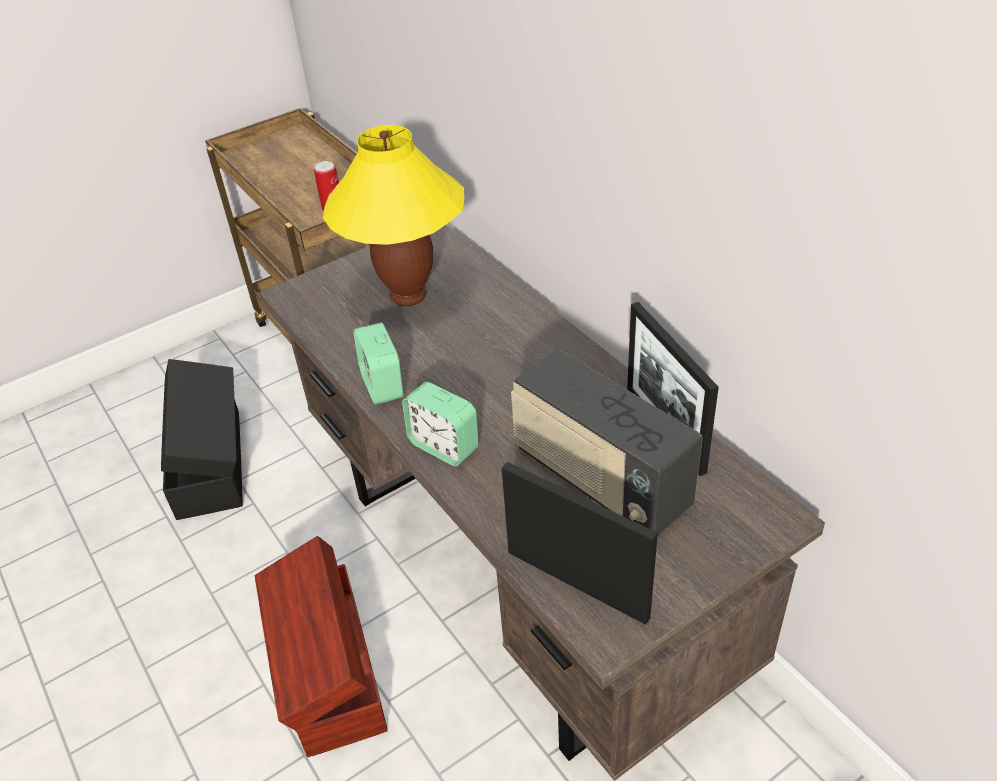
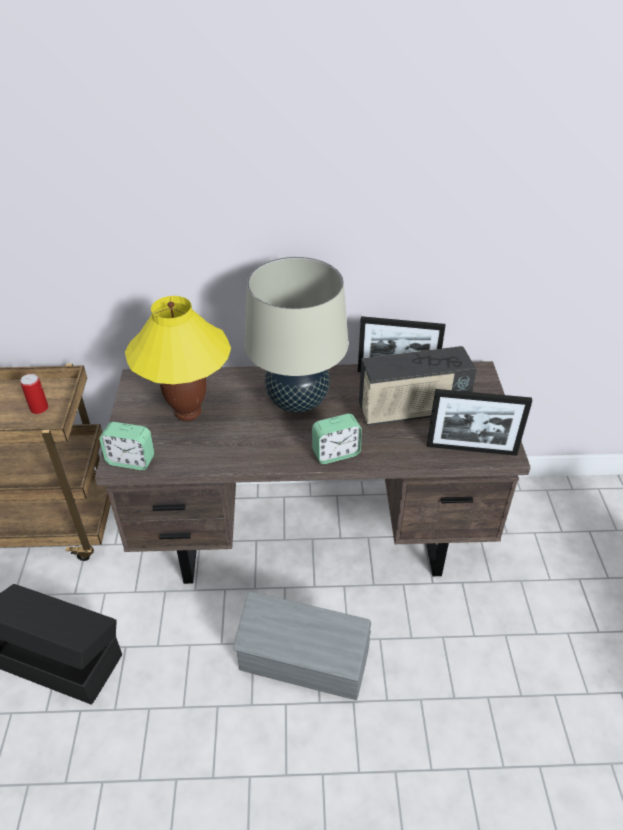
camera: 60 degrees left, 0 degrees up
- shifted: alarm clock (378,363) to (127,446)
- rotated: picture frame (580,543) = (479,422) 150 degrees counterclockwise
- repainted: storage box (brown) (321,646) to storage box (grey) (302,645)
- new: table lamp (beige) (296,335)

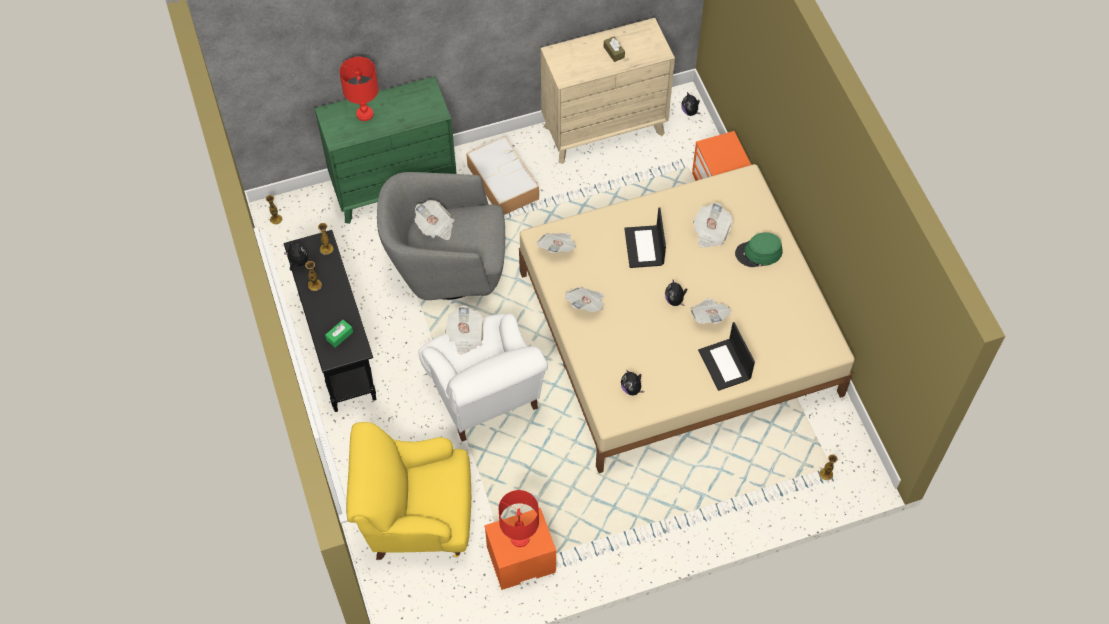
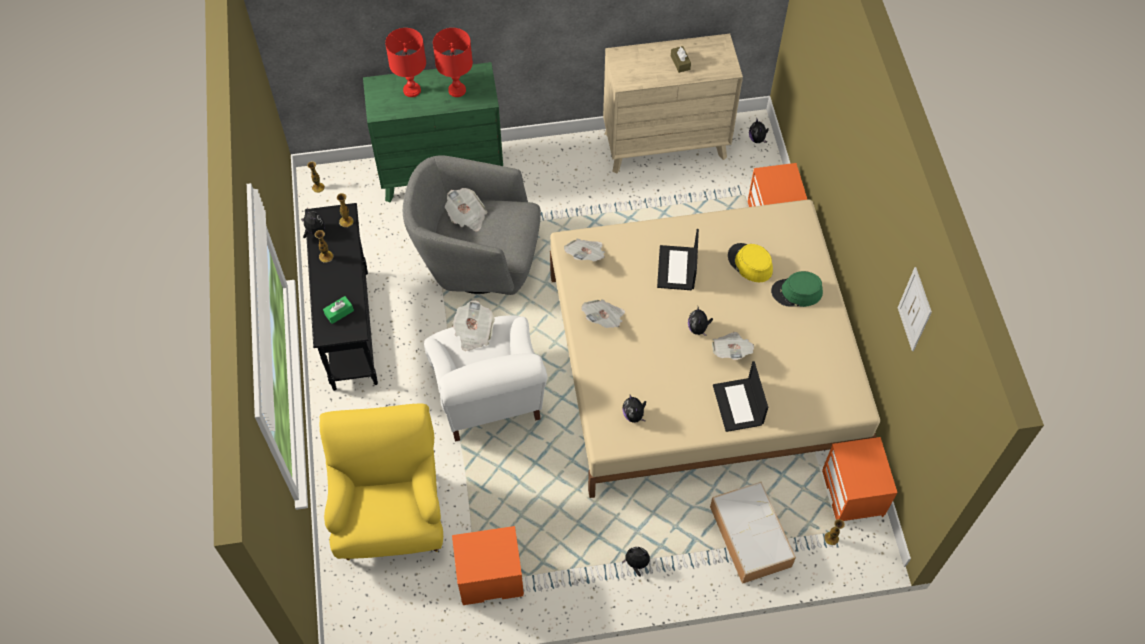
camera: 10 degrees right, 0 degrees up
- shifted: storage box (502,175) to (753,533)
- swapped: newspaper (713,225) to hat (yellow) (750,262)
- rotated: armchair (yellow) (408,491) = (381,482) 75 degrees clockwise
- shifted: table lamp (red) (519,518) to (453,62)
- new: picture (915,309)
- new: nightstand (orange) (860,479)
- new: plush toy (636,562)

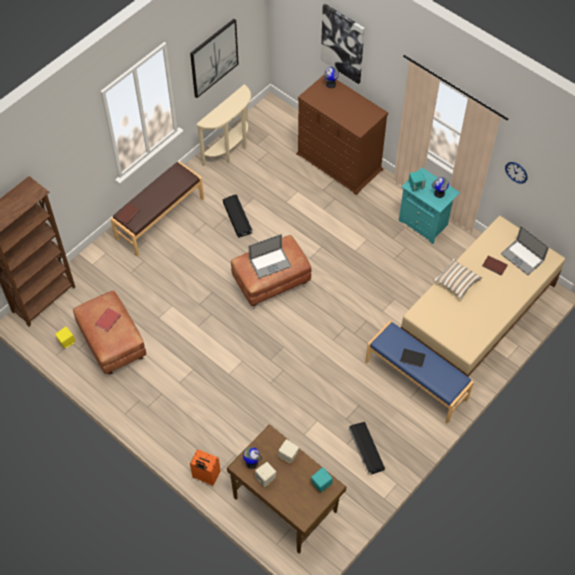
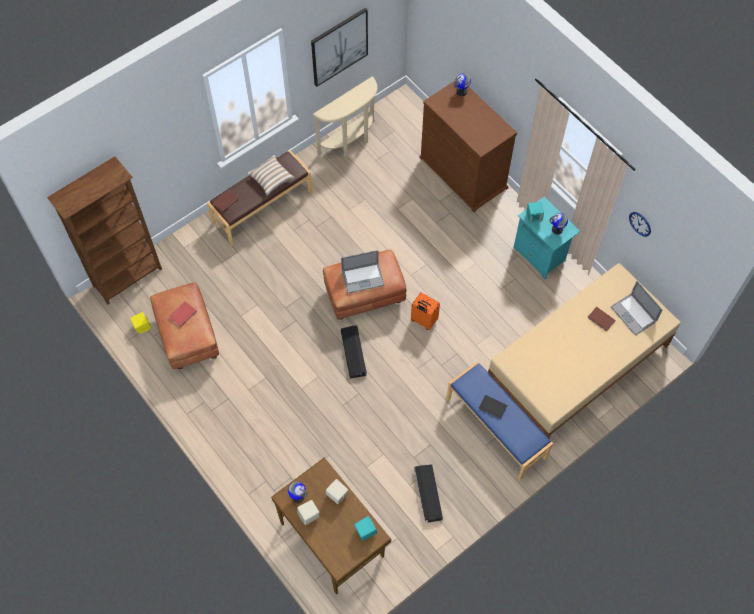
camera: 10 degrees right, 5 degrees up
- gone: picture (343,44)
- shifted: storage box (black) (237,216) to (354,352)
- shifted: pillow (458,278) to (271,175)
- shifted: suitcase (orange) (205,467) to (425,311)

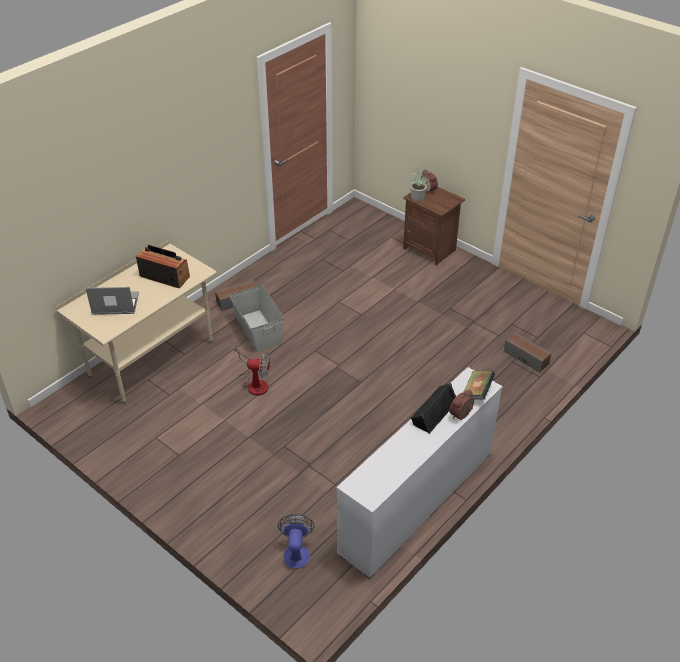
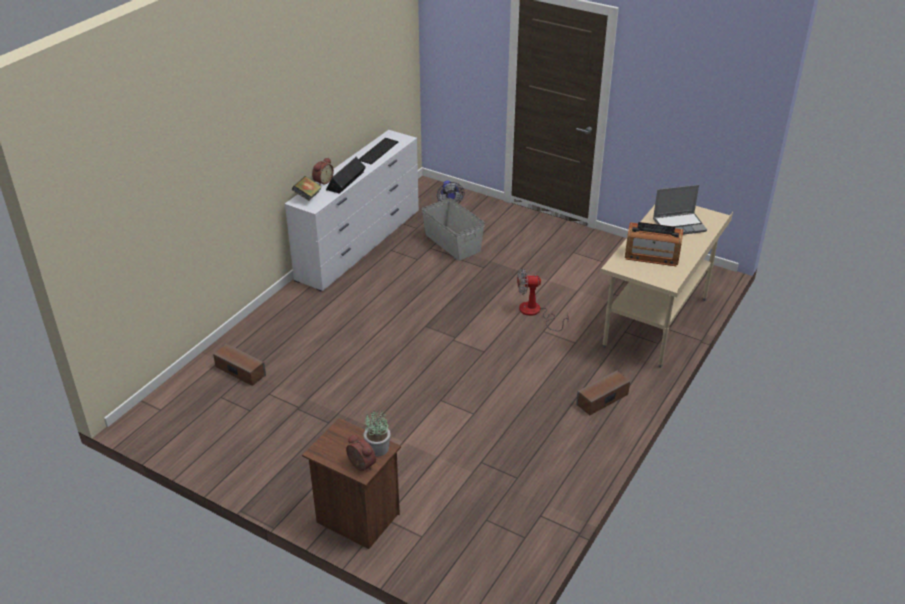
camera: 170 degrees right, 5 degrees down
- shifted: storage box (grey) (257,318) to (453,229)
- new: keyboard (378,151)

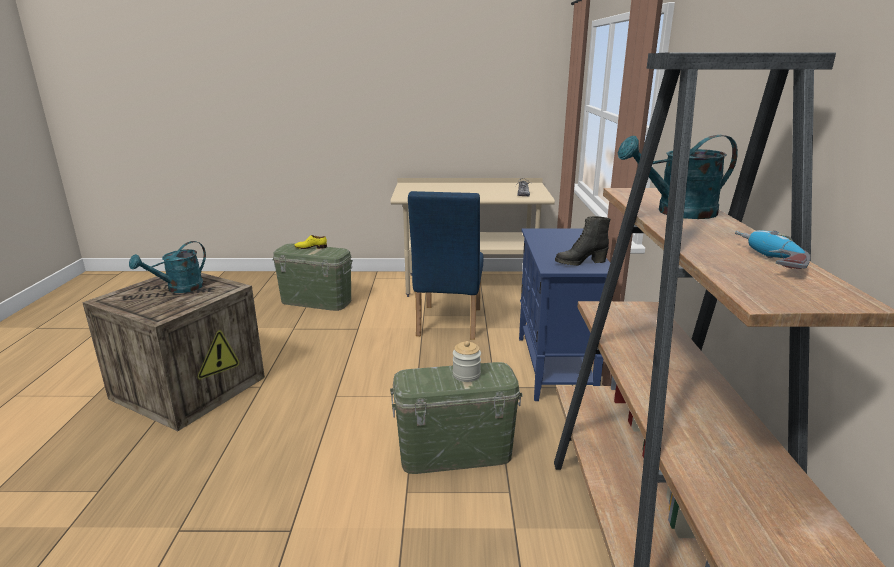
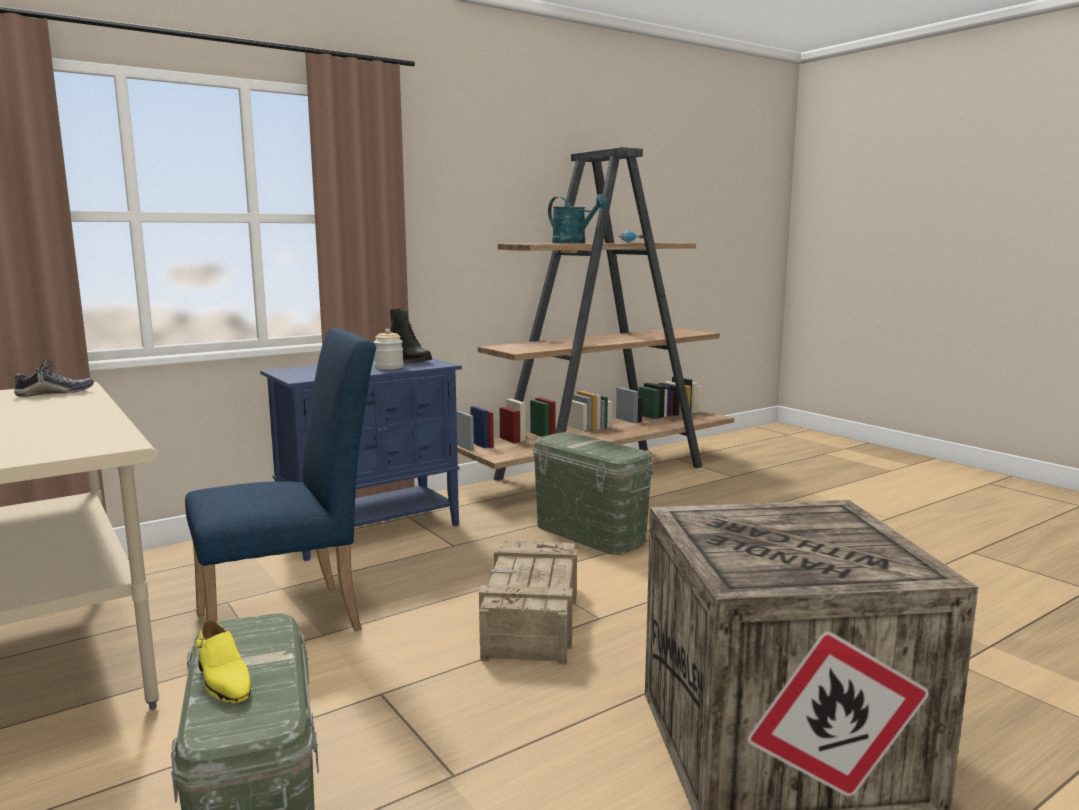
camera: 125 degrees left, 10 degrees down
- gone: watering can (turquoise) (167,267)
- shifted: jar (467,361) to (389,349)
- new: crate (528,603)

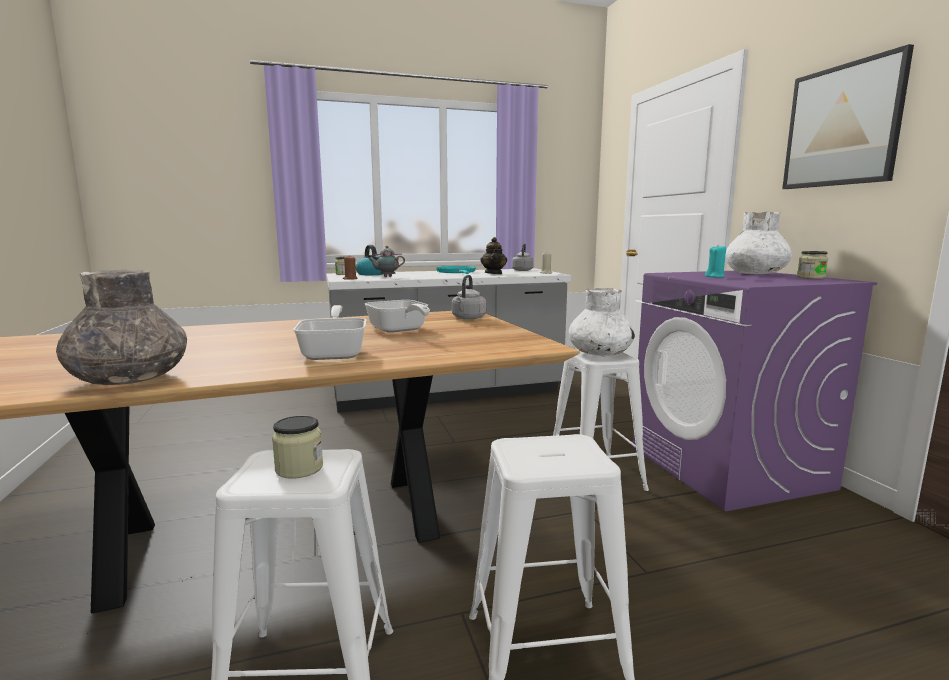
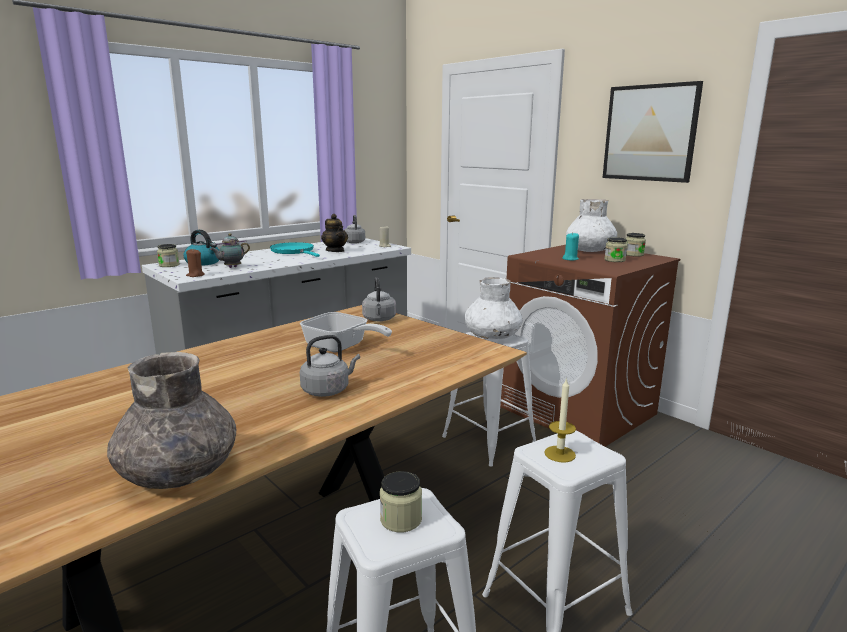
camera: 25 degrees left, 5 degrees up
- repainted: washing machine (purple) (754,391) to washing machine (brown) (590,346)
- swapped: frying pan (329,332) to kettle (grey) (330,366)
- new: jar (615,249)
- new: candle (560,420)

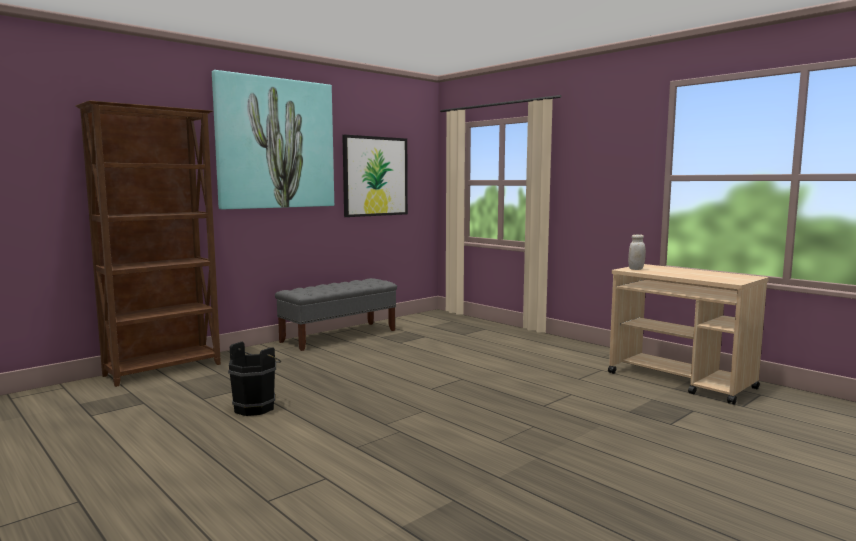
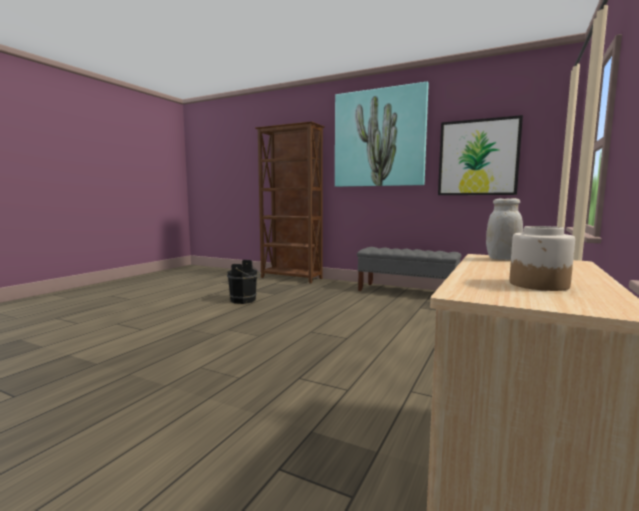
camera: 70 degrees right, 0 degrees up
- new: jar (542,258)

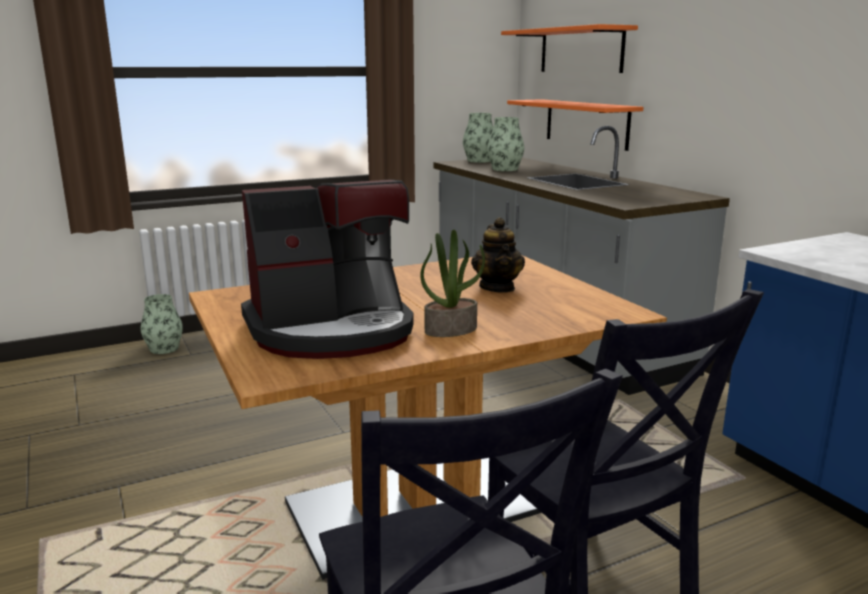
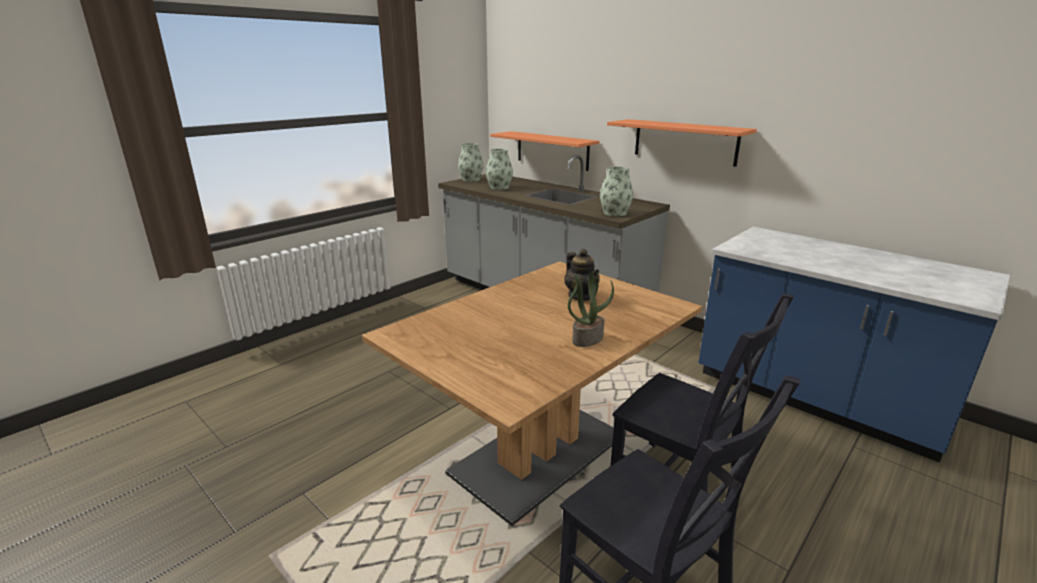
camera: 20 degrees left, 5 degrees up
- shifted: shelf (orange) (569,48) to (682,143)
- gone: coffee machine (327,269)
- shifted: vase (161,324) to (616,191)

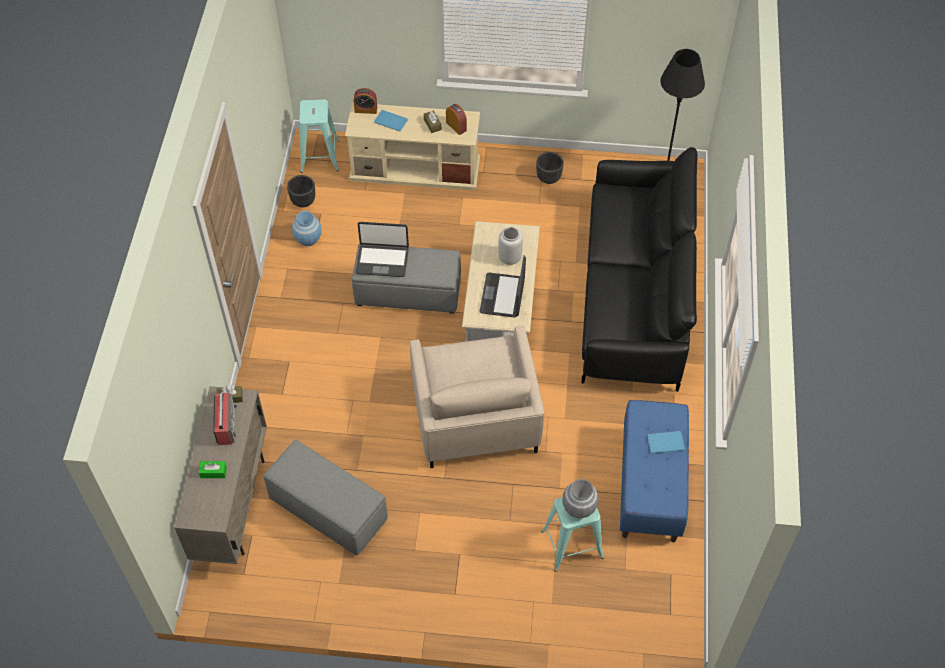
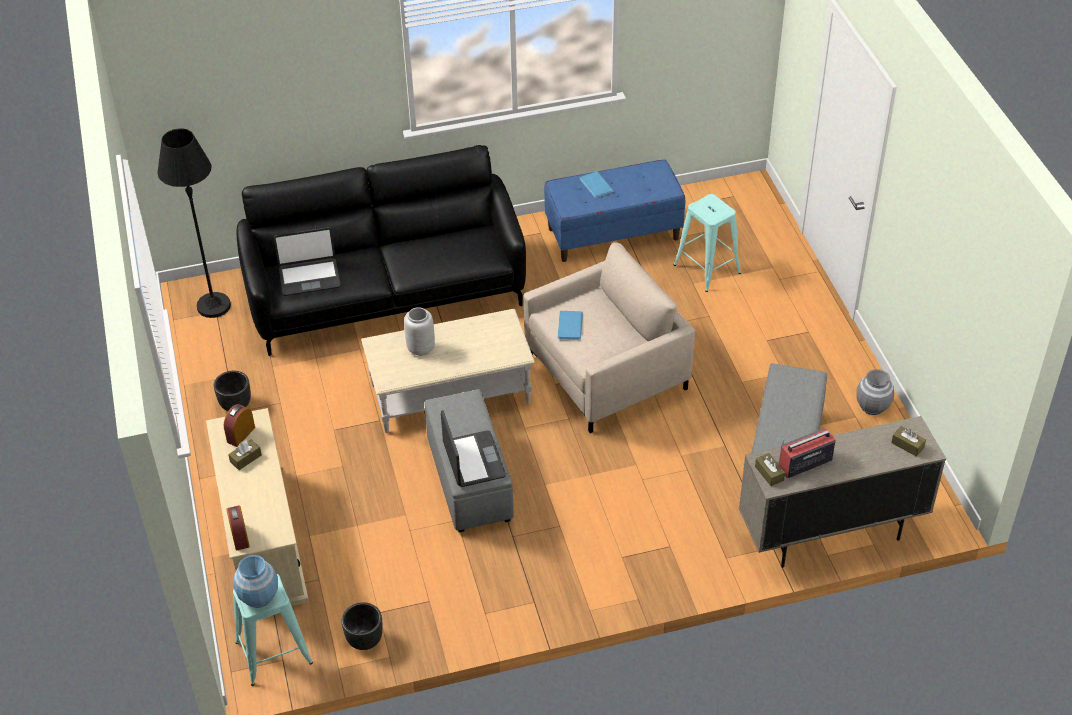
camera: 110 degrees left, 10 degrees down
- shifted: book (blue) (391,121) to (570,325)
- shifted: vase (blue) (306,228) to (255,581)
- shifted: laptop (503,287) to (307,261)
- gone: tissue box (green) (213,469)
- shifted: vase (grey) (580,498) to (875,392)
- new: tissue box (brown) (908,441)

